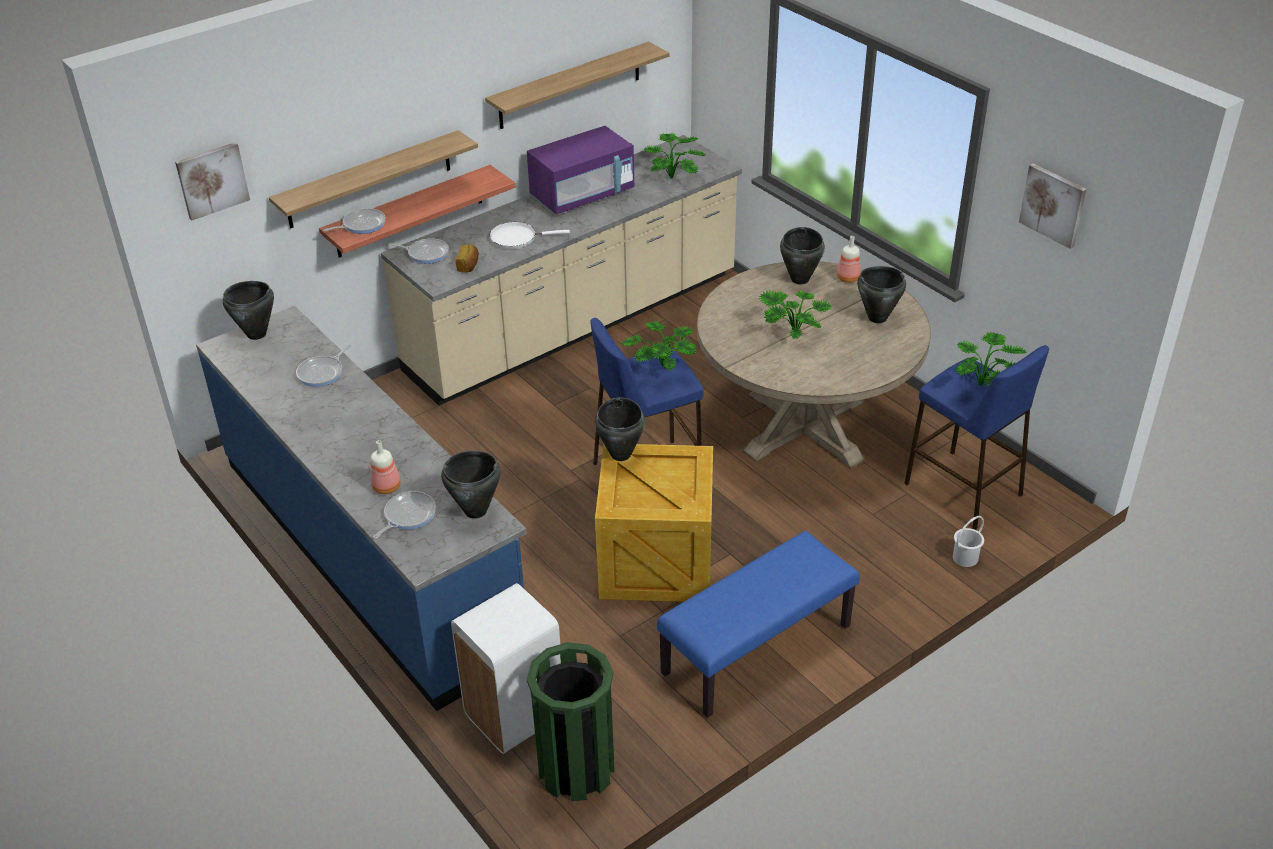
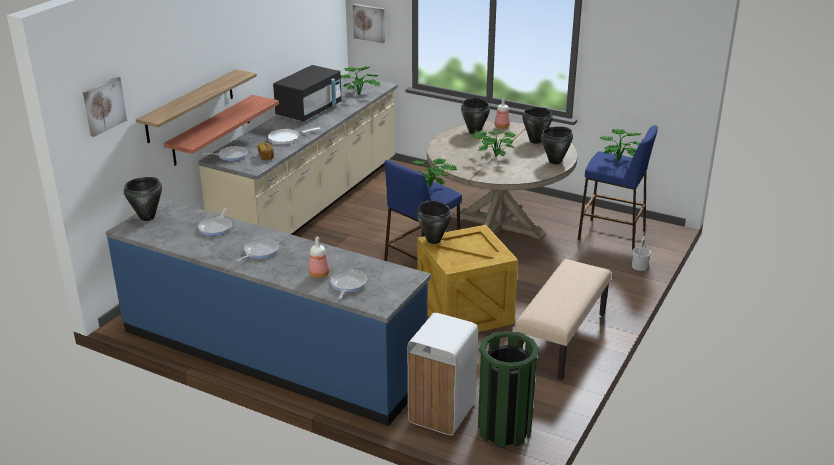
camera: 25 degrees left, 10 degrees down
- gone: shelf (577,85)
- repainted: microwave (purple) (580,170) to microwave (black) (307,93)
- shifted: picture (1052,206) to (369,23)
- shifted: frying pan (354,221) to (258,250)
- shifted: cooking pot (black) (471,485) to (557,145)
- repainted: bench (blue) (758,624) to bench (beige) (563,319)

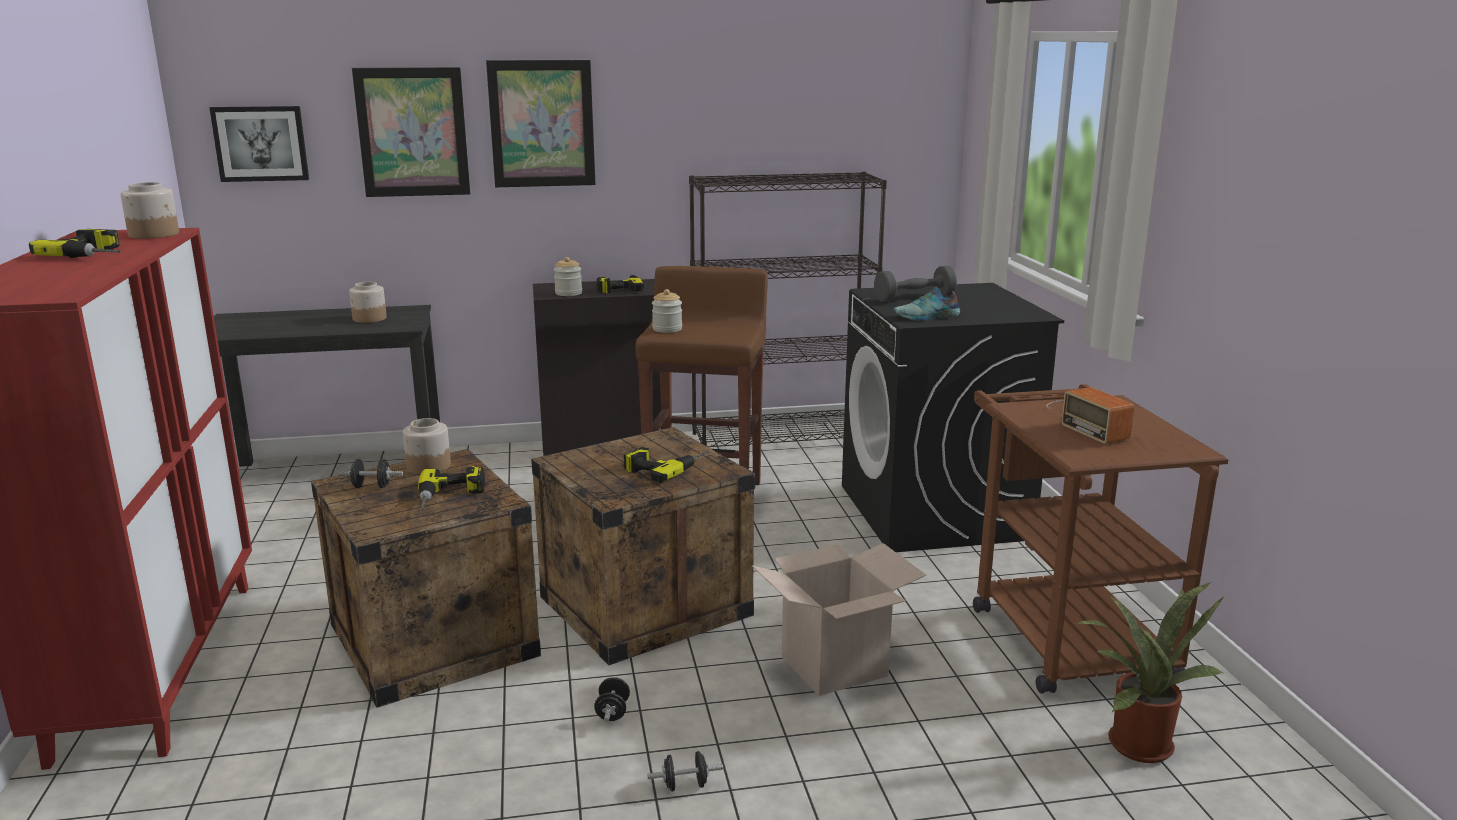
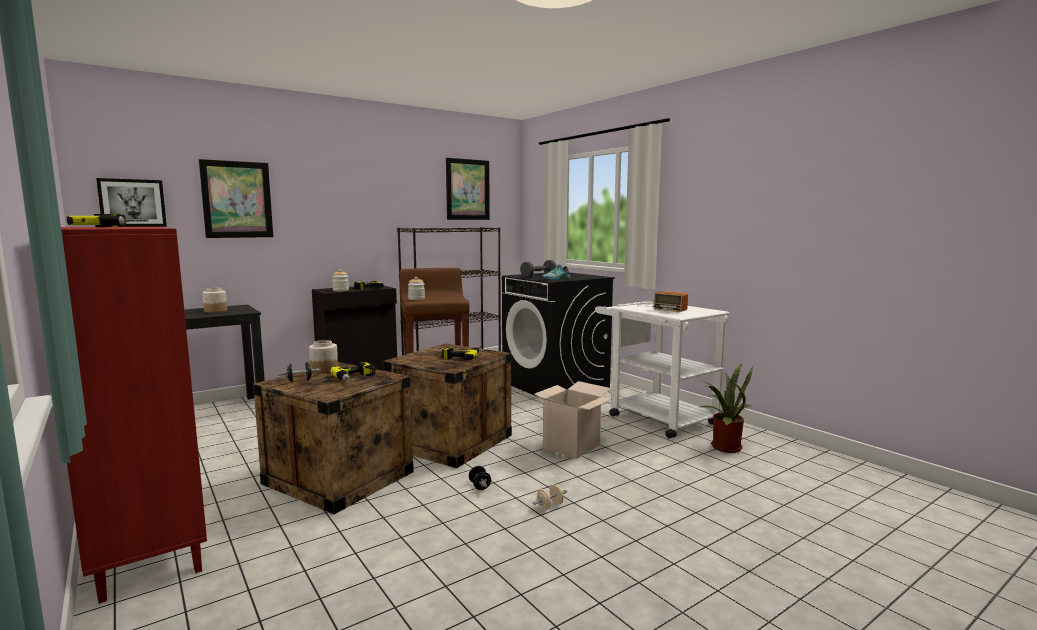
camera: 25 degrees left, 10 degrees down
- shifted: picture (541,123) to (468,189)
- gone: jar (149,210)
- repainted: cart (brown) (1100,539) to cart (white) (662,370)
- repainted: dumbbell (black) (685,771) to dumbbell (beige) (550,497)

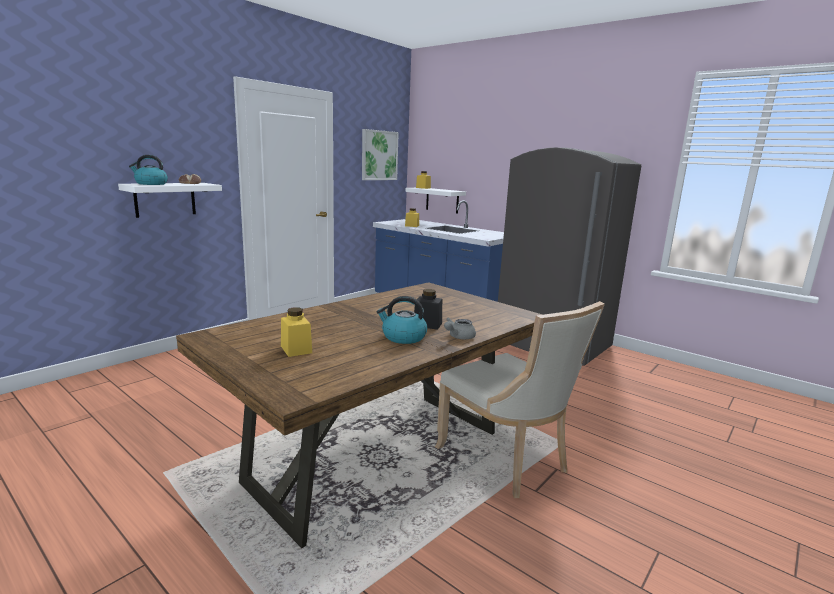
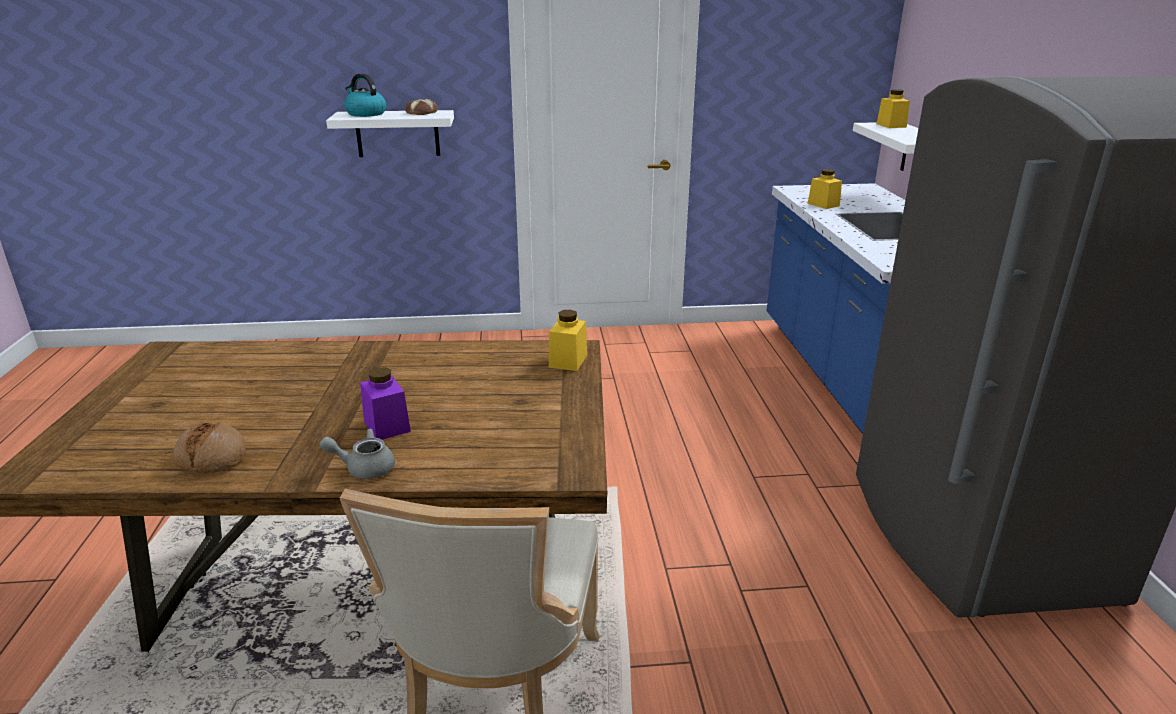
camera: 45 degrees right, 10 degrees up
- gone: picture (380,154)
- repainted: jar (black) (428,309) to jar (purple) (385,403)
- gone: kettle (402,320)
- shifted: jar (yellow) (296,332) to (568,340)
- new: bread (209,447)

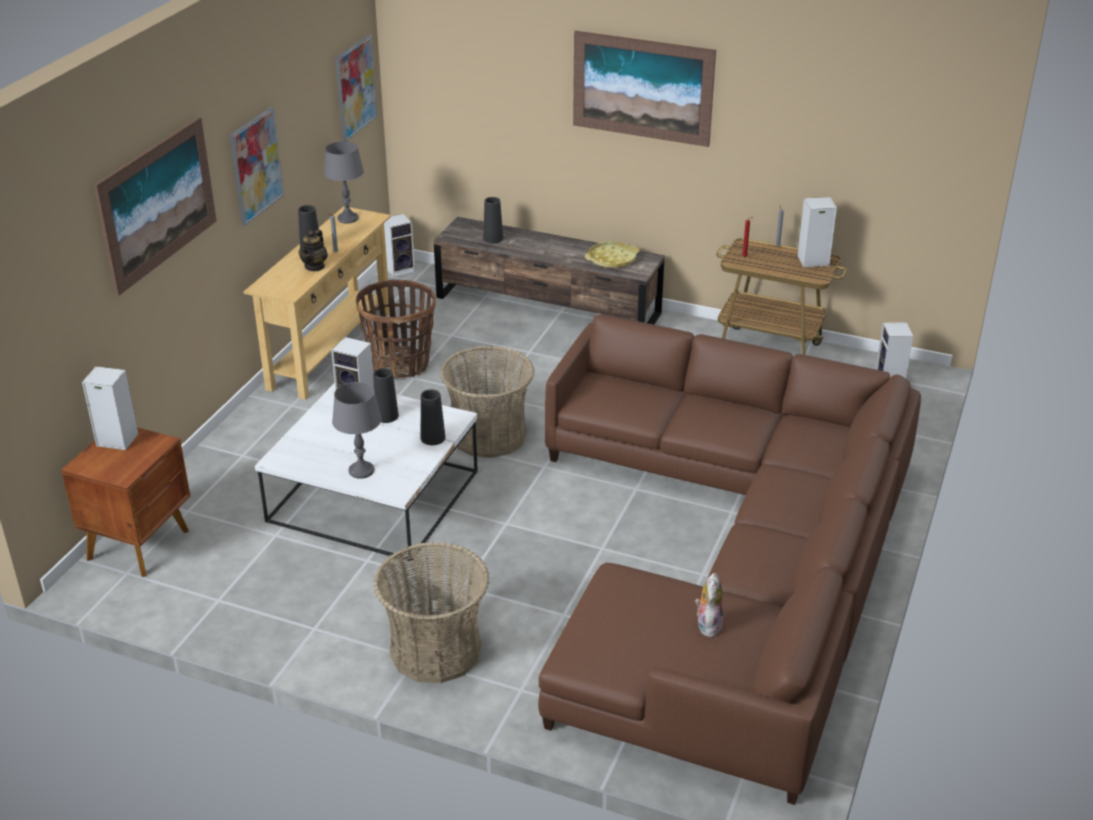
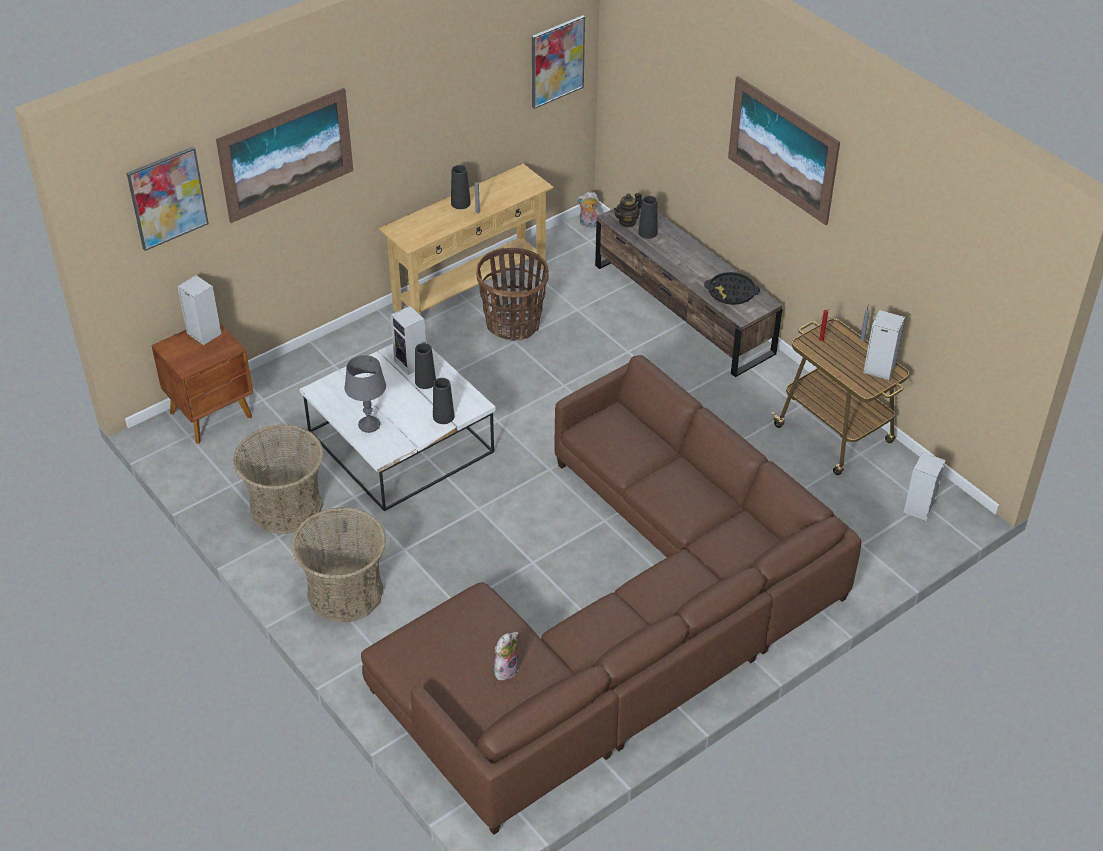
camera: 30 degrees right, 10 degrees up
- shifted: picture (256,166) to (168,199)
- gone: table lamp (grey) (344,182)
- swapped: speaker (399,245) to plush toy (588,210)
- shifted: teapot (313,250) to (628,210)
- repainted: tray (yellow) (612,255) to tray (black) (732,288)
- shifted: basket (487,401) to (278,479)

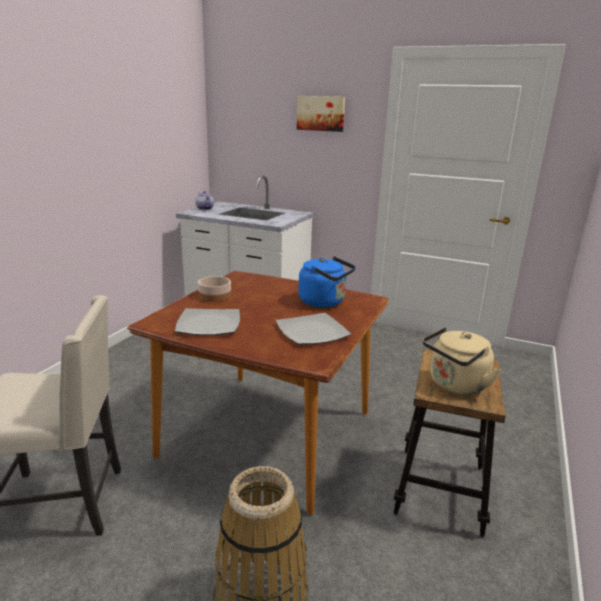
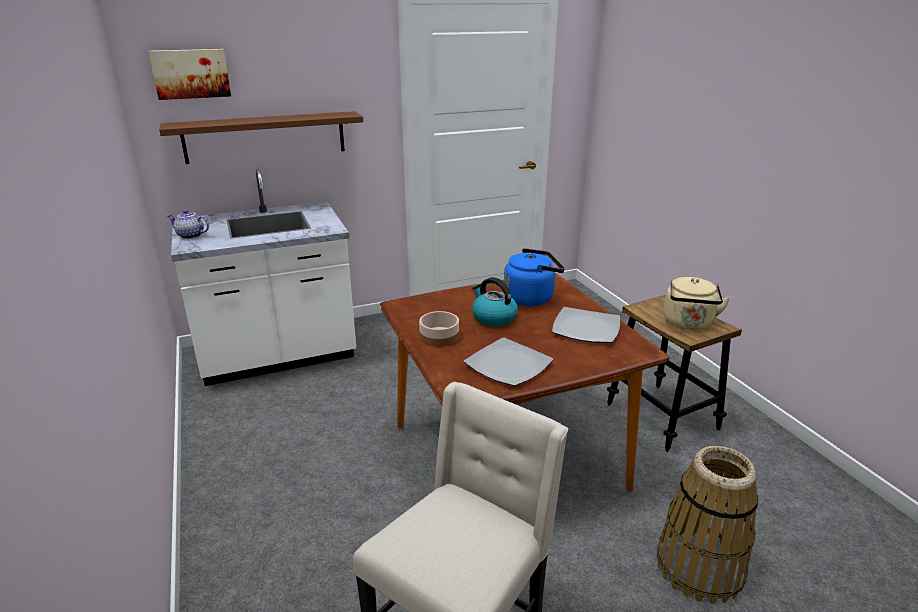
camera: 45 degrees left, 5 degrees up
- shifted: picture (321,114) to (189,74)
- new: shelf (261,137)
- new: kettle (495,302)

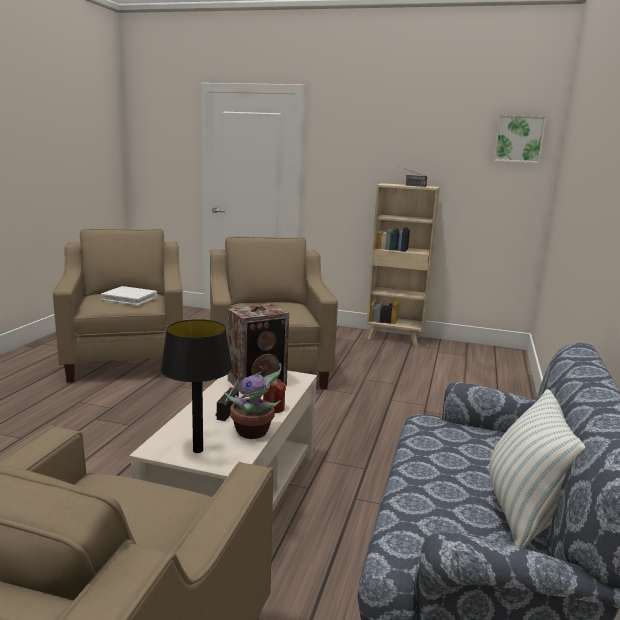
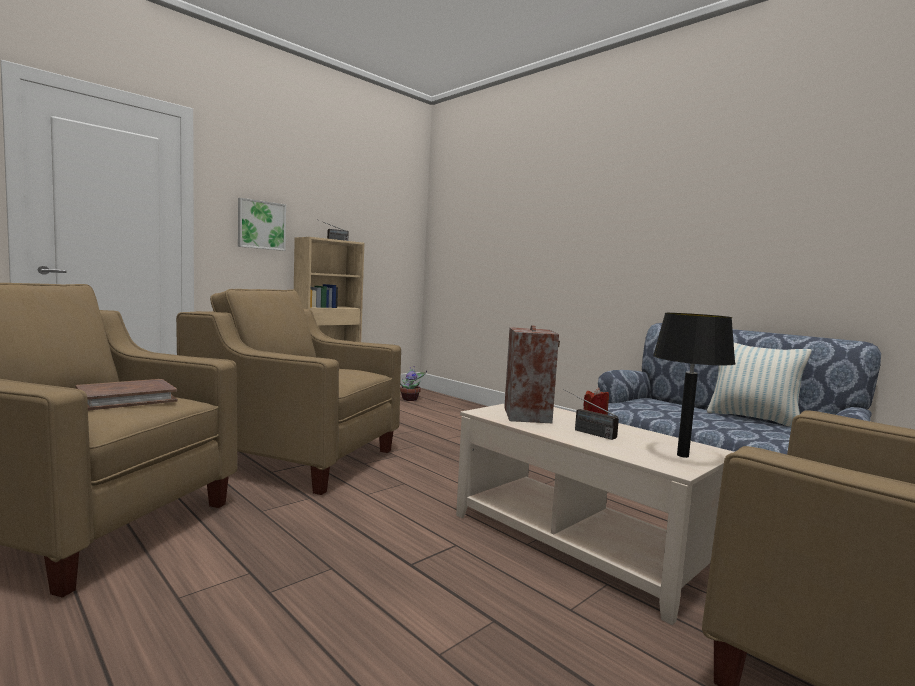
camera: 60 degrees left, 10 degrees down
- shifted: picture (519,139) to (262,224)
- repainted: book (white) (129,296) to book (brown) (126,395)
- shifted: potted plant (253,401) to (413,383)

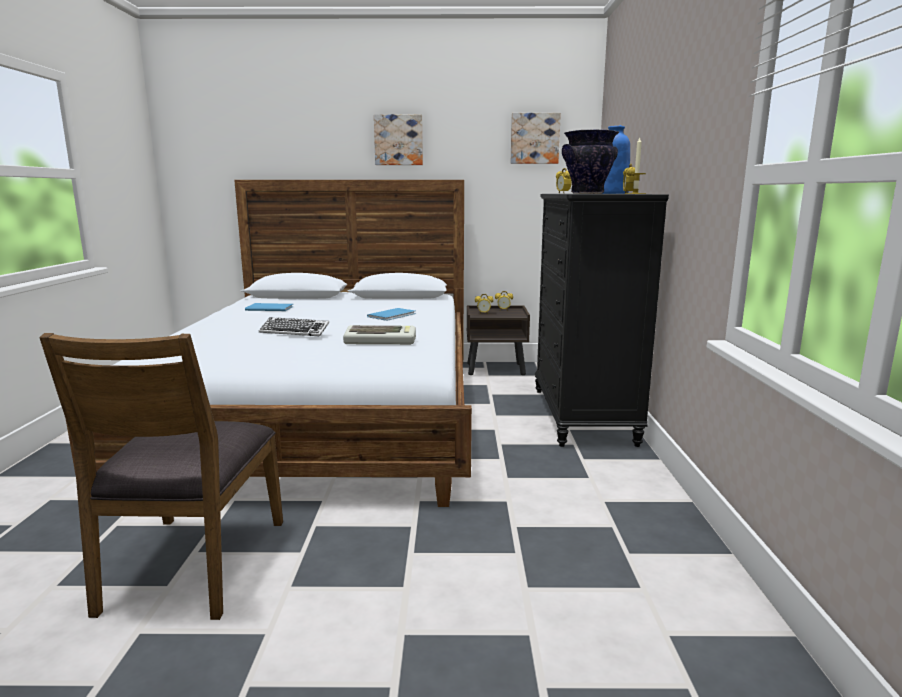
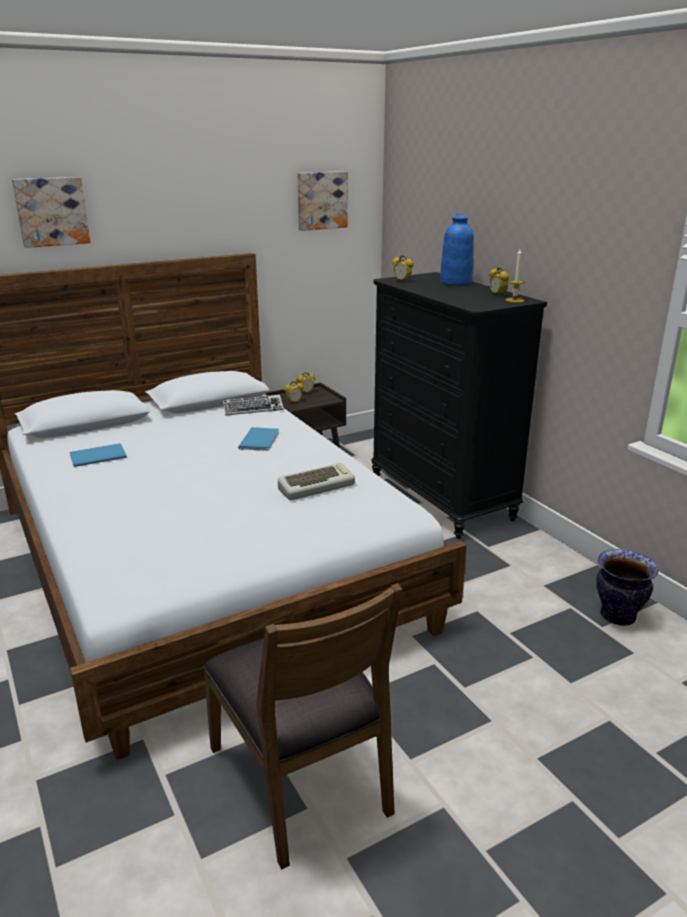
camera: 30 degrees left, 10 degrees up
- shifted: picture (398,139) to (51,212)
- shifted: vase (590,162) to (627,587)
- shifted: keyboard (294,326) to (253,405)

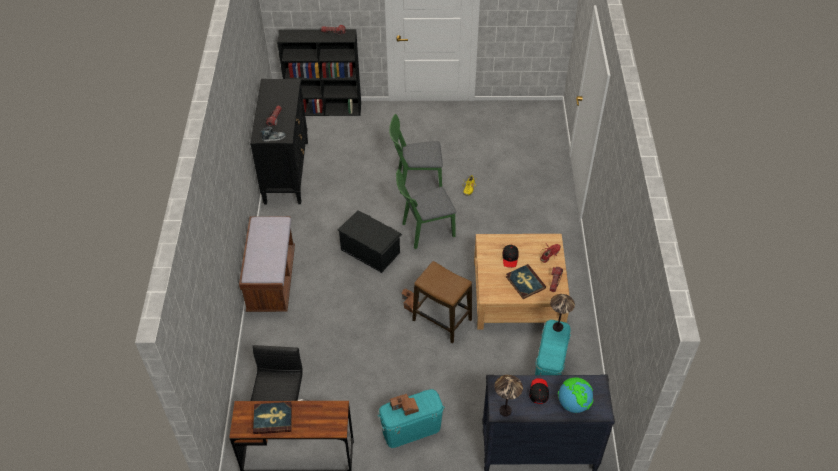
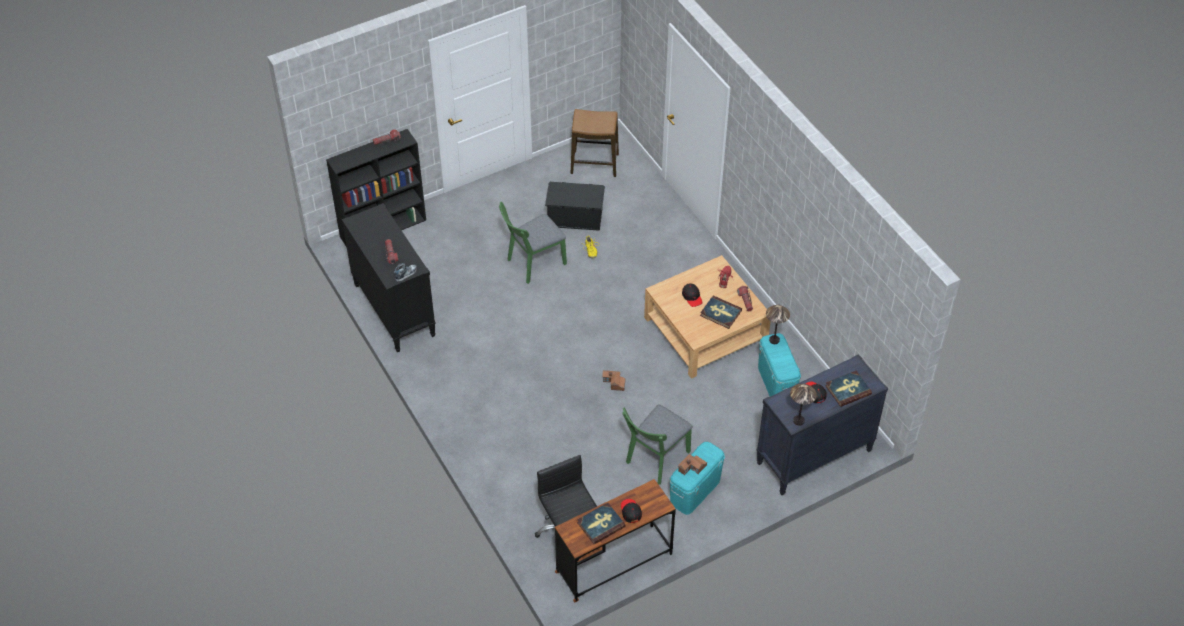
camera: 30 degrees left, 0 degrees up
- shifted: chair (green) (426,209) to (657,444)
- shifted: storage box (black) (369,241) to (575,206)
- gone: bench (brown) (267,264)
- shifted: stool (442,302) to (595,143)
- swapped: globe (575,395) to book (848,389)
- new: cap (black) (631,511)

